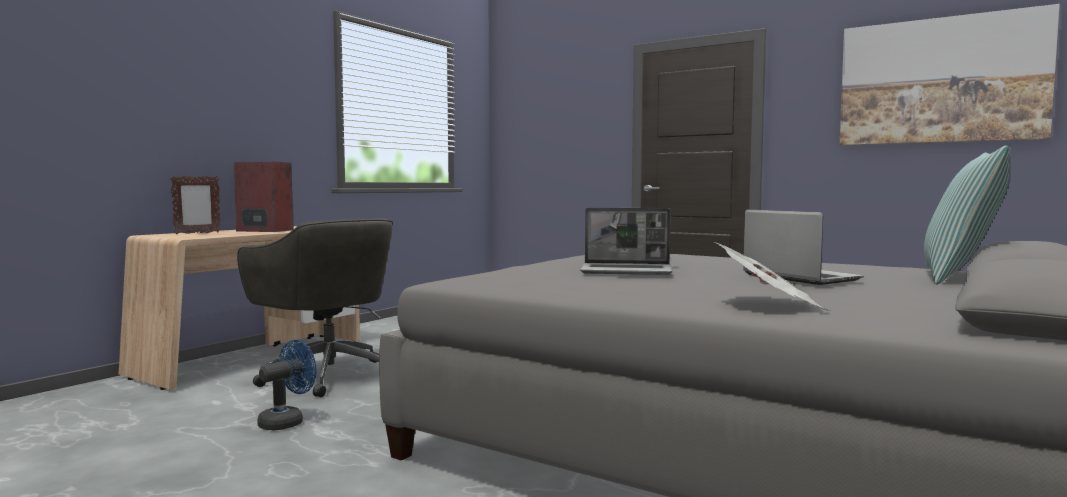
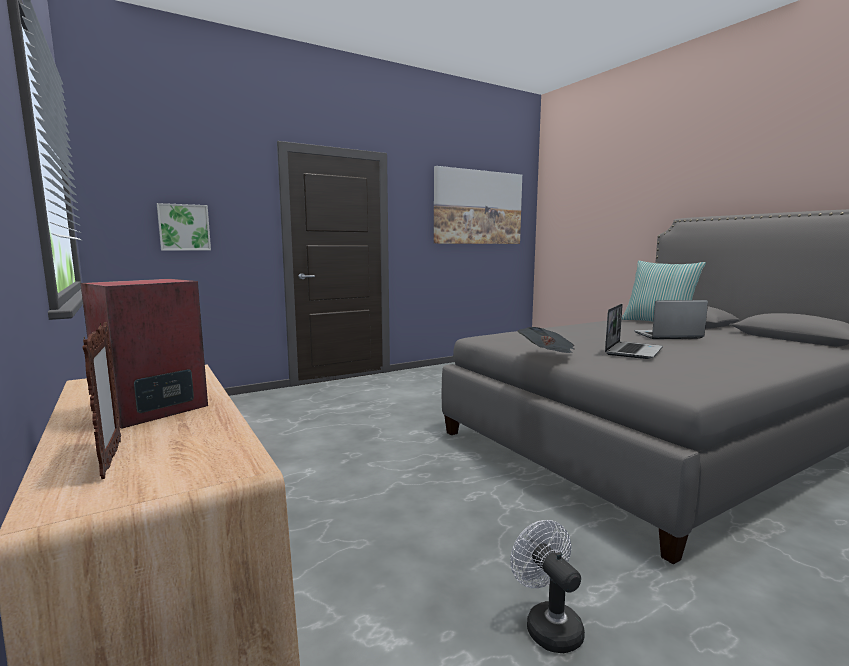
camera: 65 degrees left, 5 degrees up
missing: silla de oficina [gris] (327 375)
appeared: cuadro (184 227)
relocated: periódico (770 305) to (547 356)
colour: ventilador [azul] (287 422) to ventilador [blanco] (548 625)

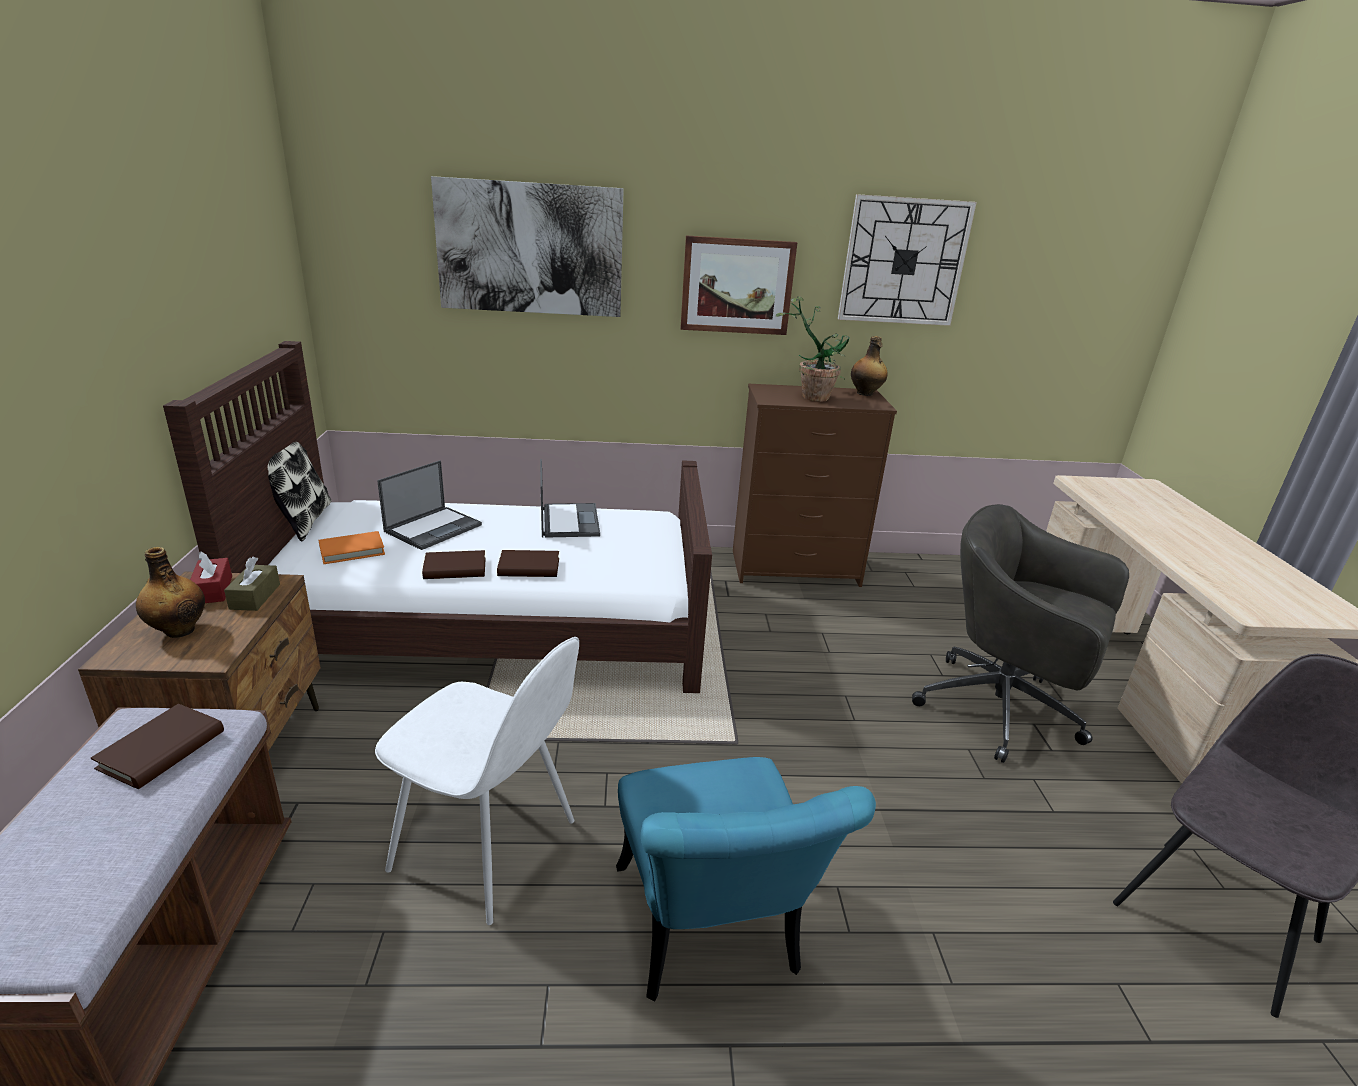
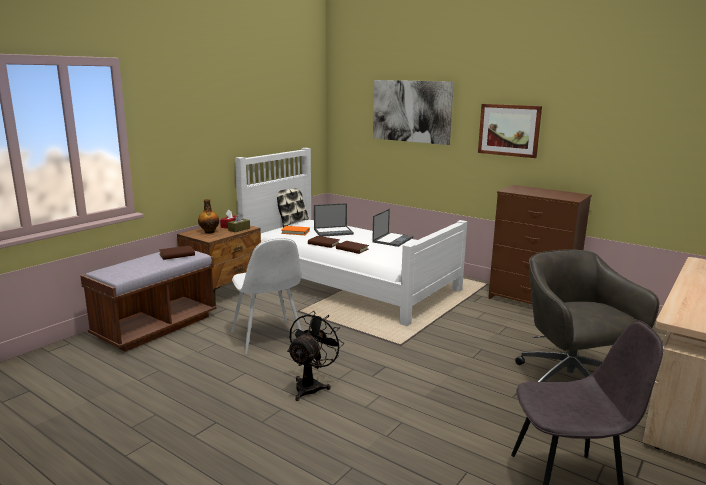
camera: 40 degrees right, 10 degrees down
missing: planta en maceta (811 395); reloj de pared (904 262); botella (865 393)
exchanged: silla [turquesa] (711 936) to ventilador [negro] (311 386)
colour: cama [marrón] (489 623) to cama [blanco] (347 282)

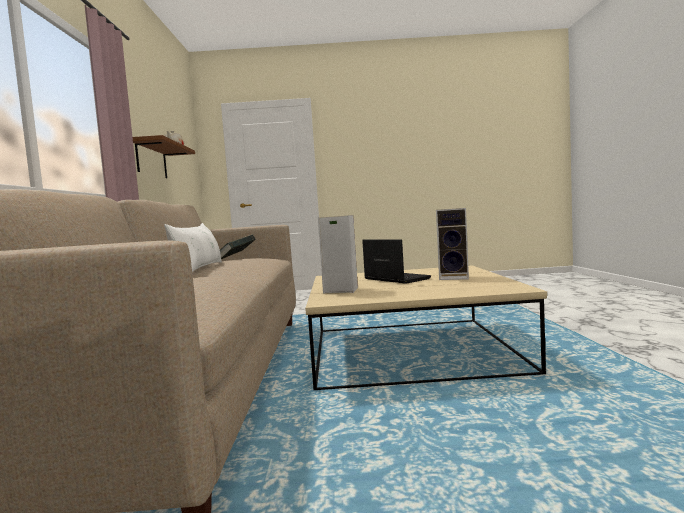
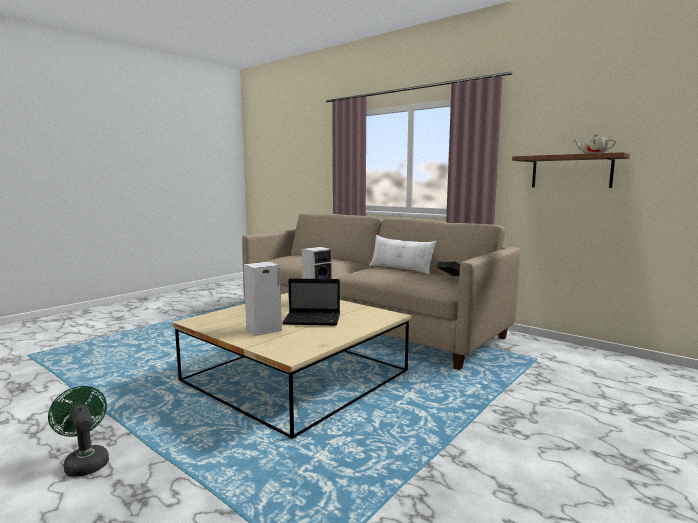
camera: 130 degrees right, 5 degrees up
appeared: ventilador [verde] (85 461)

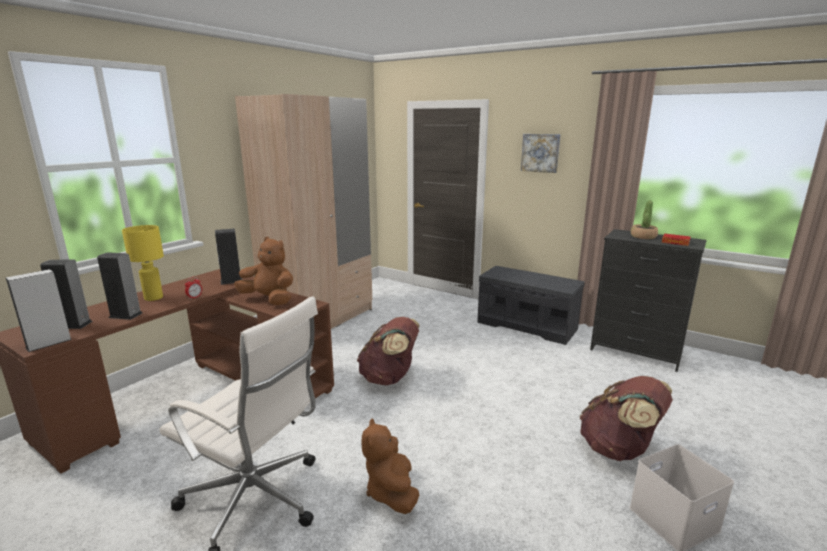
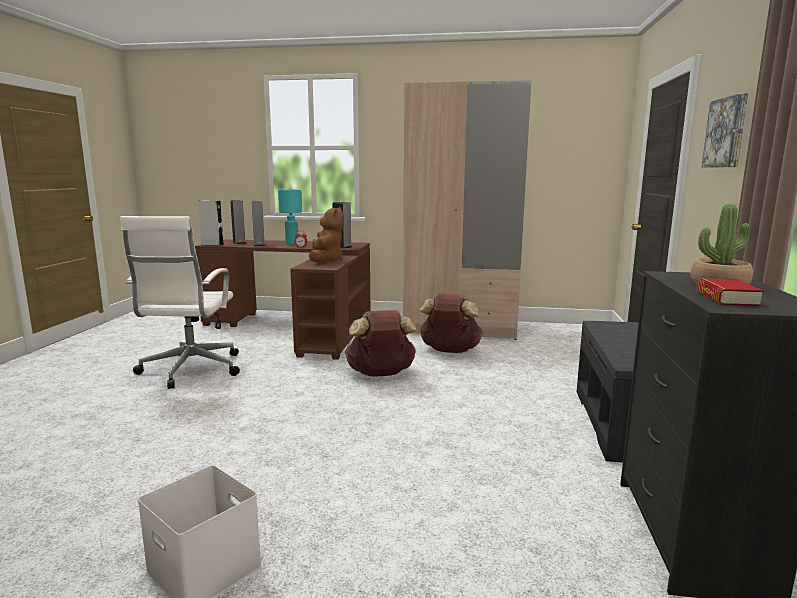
camera: 65 degrees right, 5 degrees down
missing: peluche [marrón] (391 492)
relocated: mochila [marrón] (619 449) to (449 351)
colour: lámpara de mesa [amarillo] (153 298) to lámpara de mesa [turquesa] (291 243)

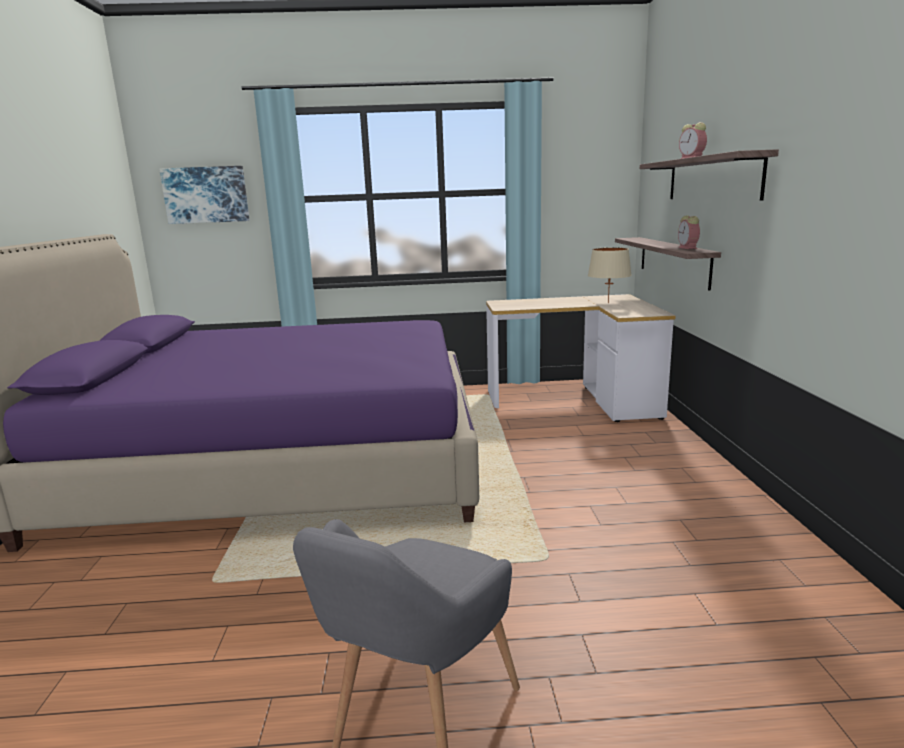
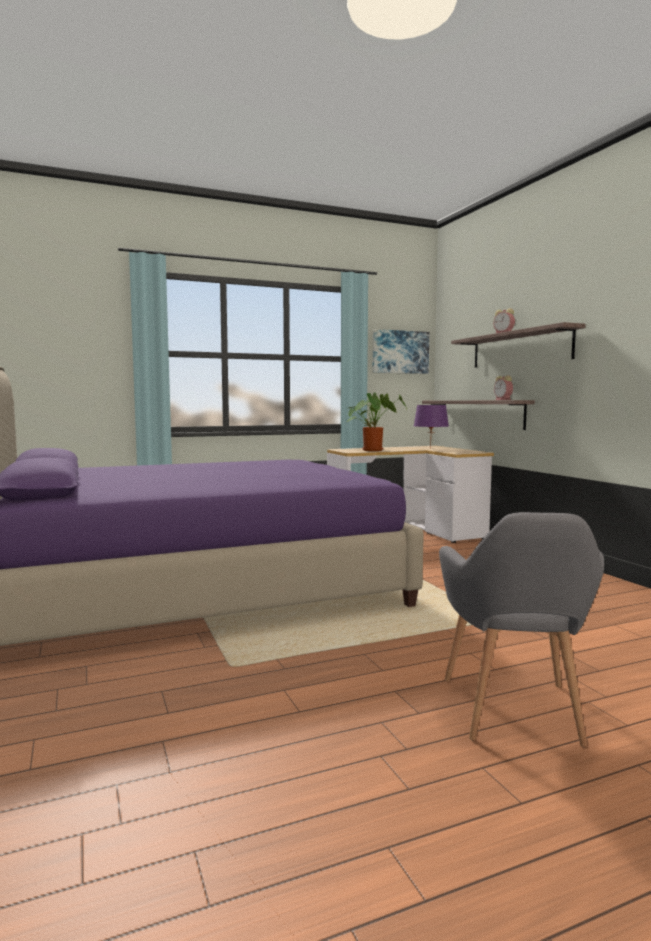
camera: 20 degrees left, 10 degrees down
appeared: planta en maceta (374 450)
relocated: cuadro (206 195) to (400 352)
colour: lámpara de mesa [beis] (608 303) to lámpara de mesa [morado] (430 449)

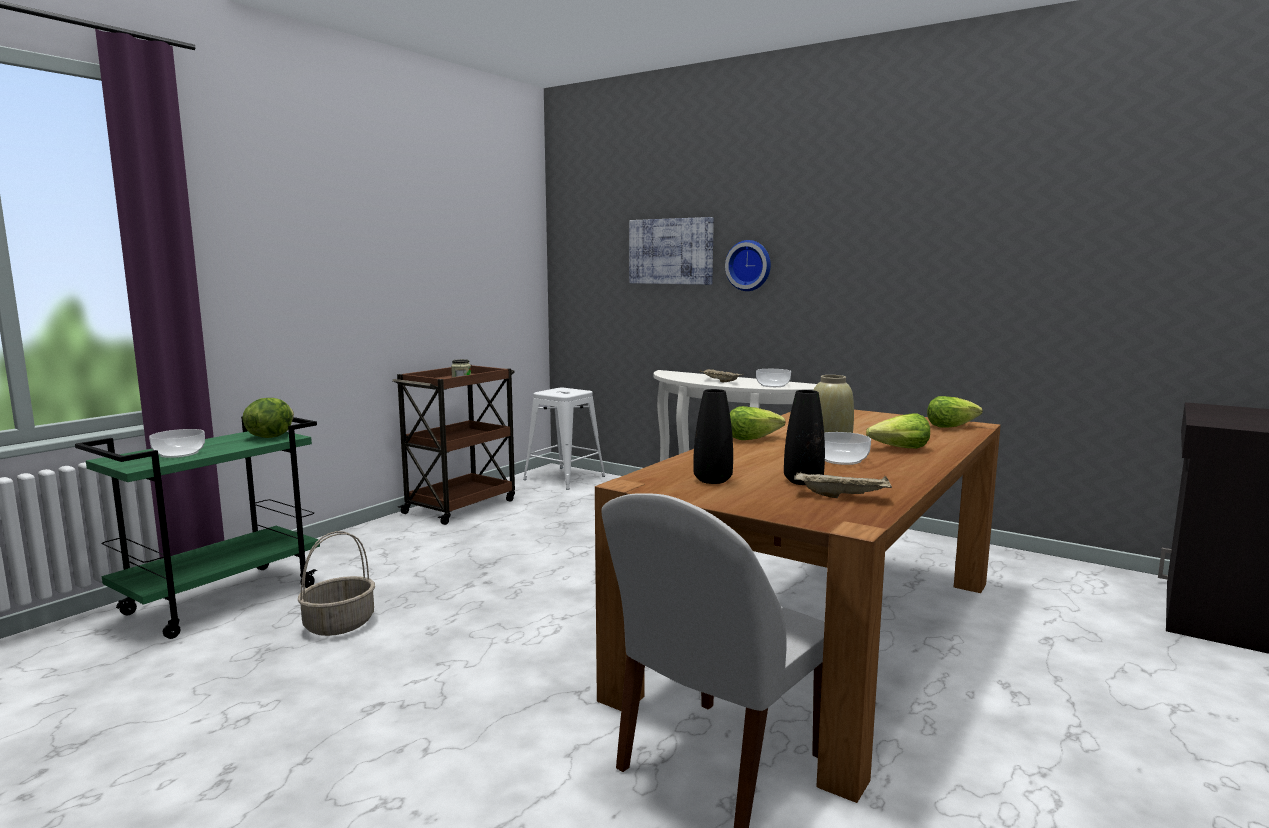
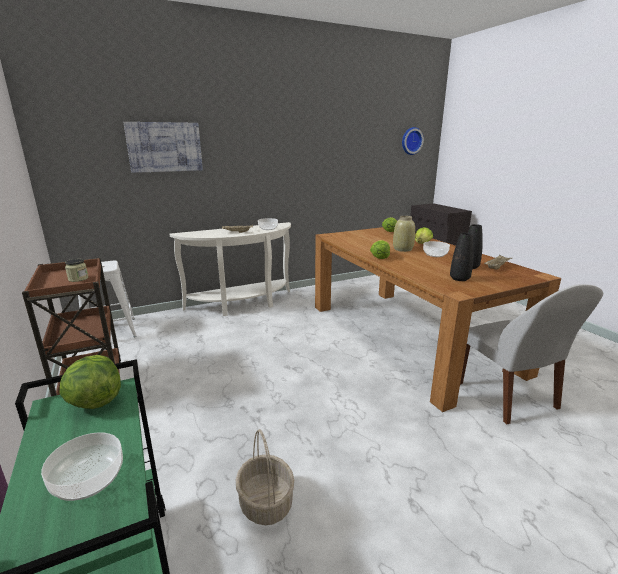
camera: 60 degrees left, 10 degrees up
relocated: reloj de pared (749 265) to (411 141)

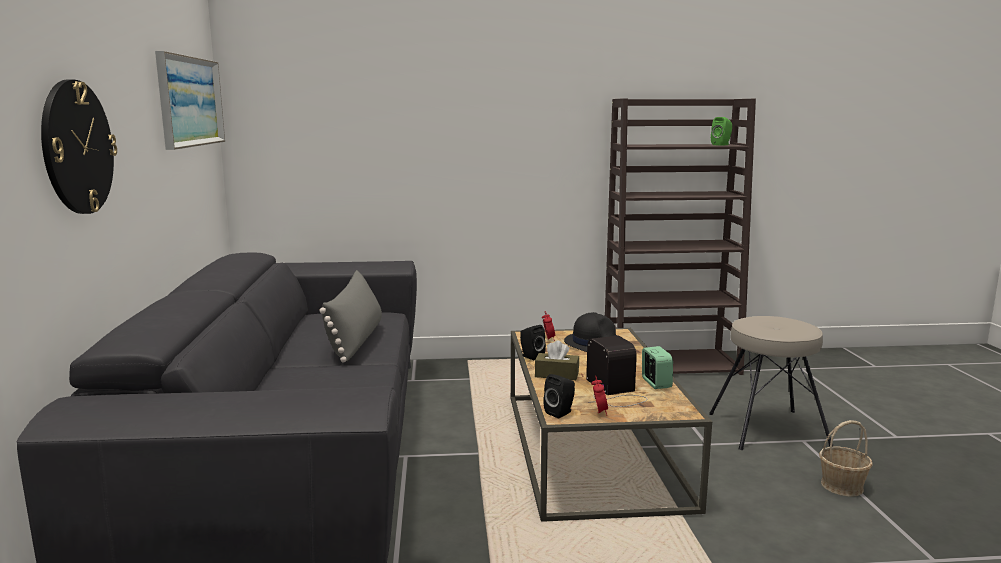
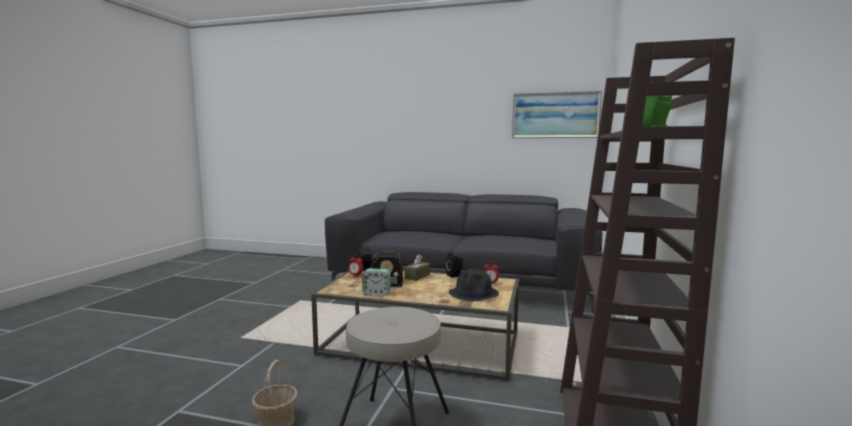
camera: 110 degrees right, 5 degrees down
missing: reloj de pared (77 147); cojín [gris] (356 340)

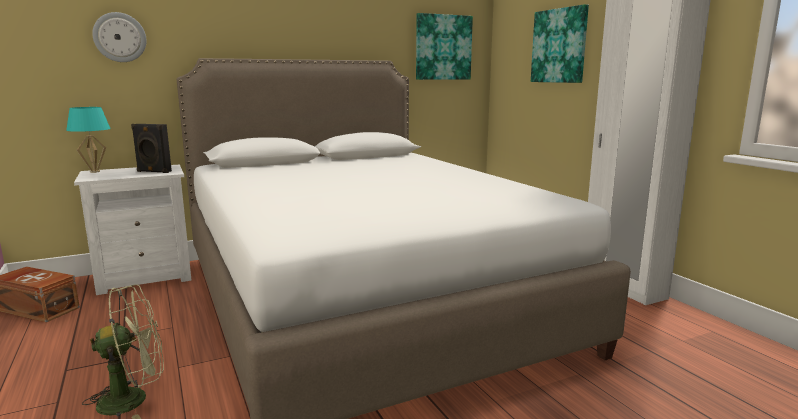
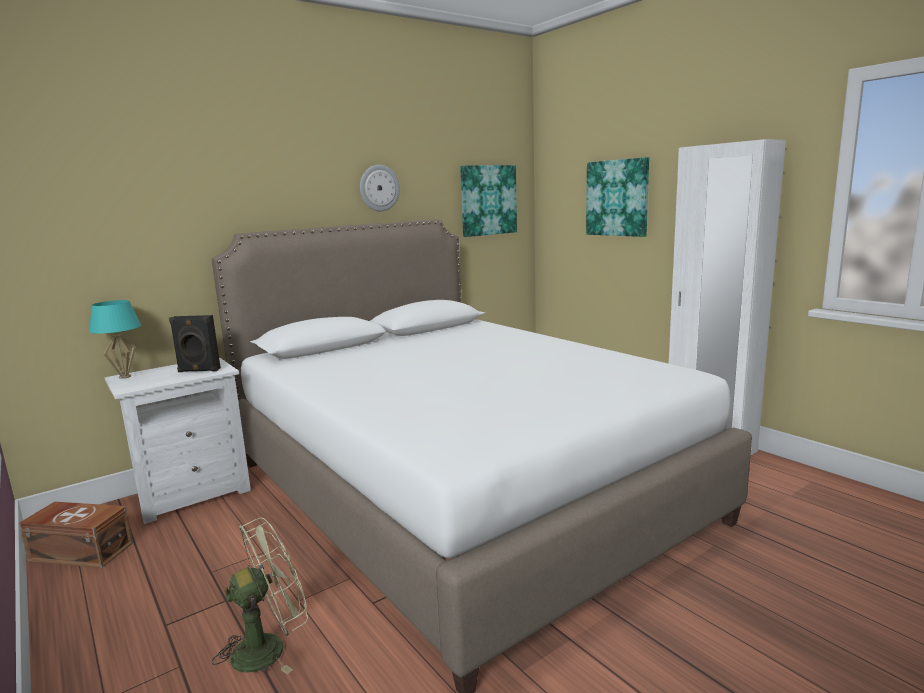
camera: 10 degrees left, 0 degrees up
relocated: reloj de pared (120 37) to (379 188)

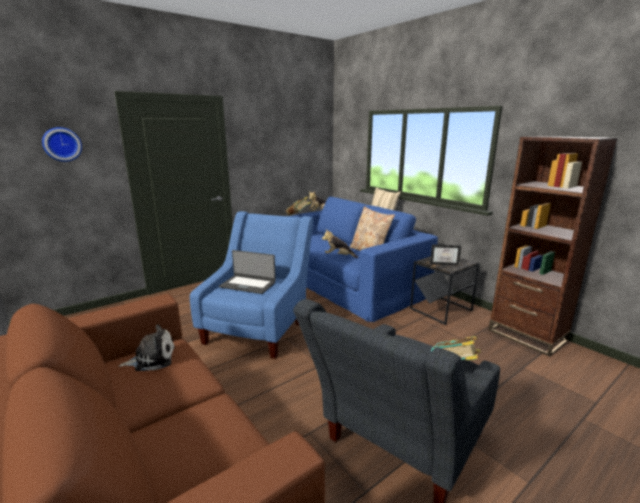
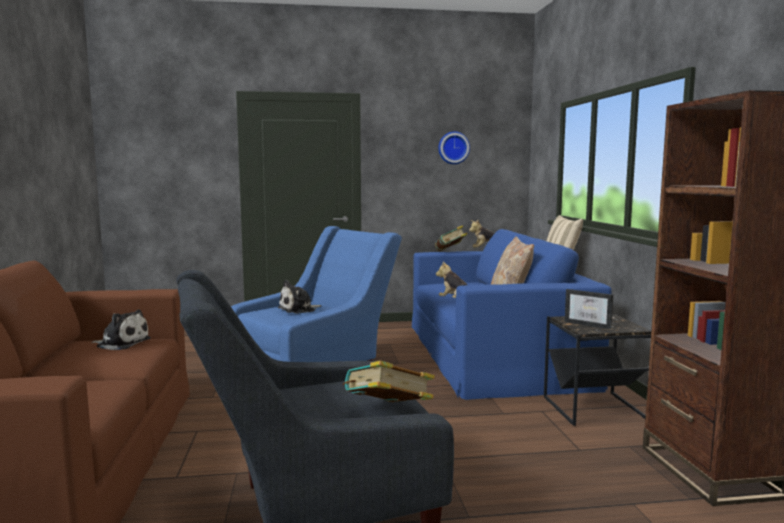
camera: 30 degrees right, 10 degrees down
relocated: reloj de pared (62 144) to (453 148)
exchanged: portátil (248 284) to peluche (299 309)

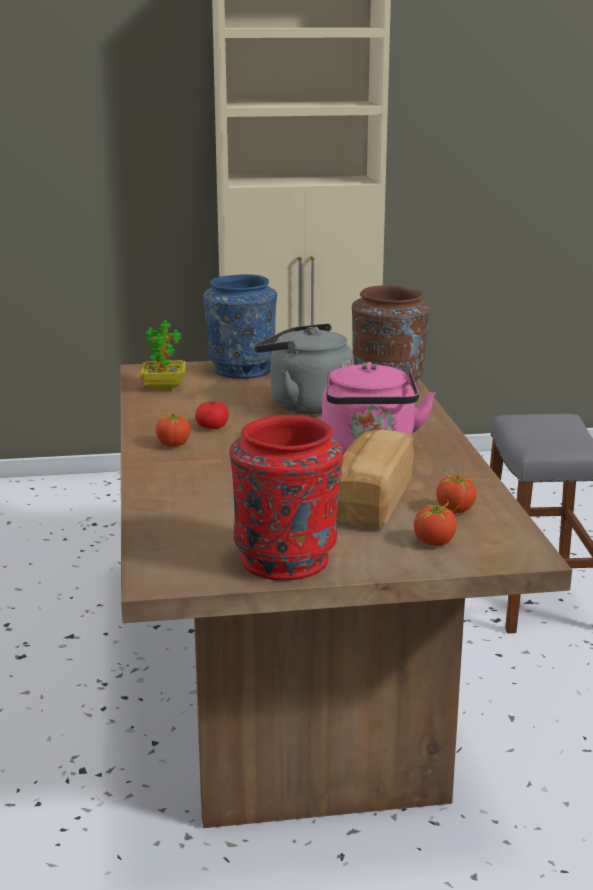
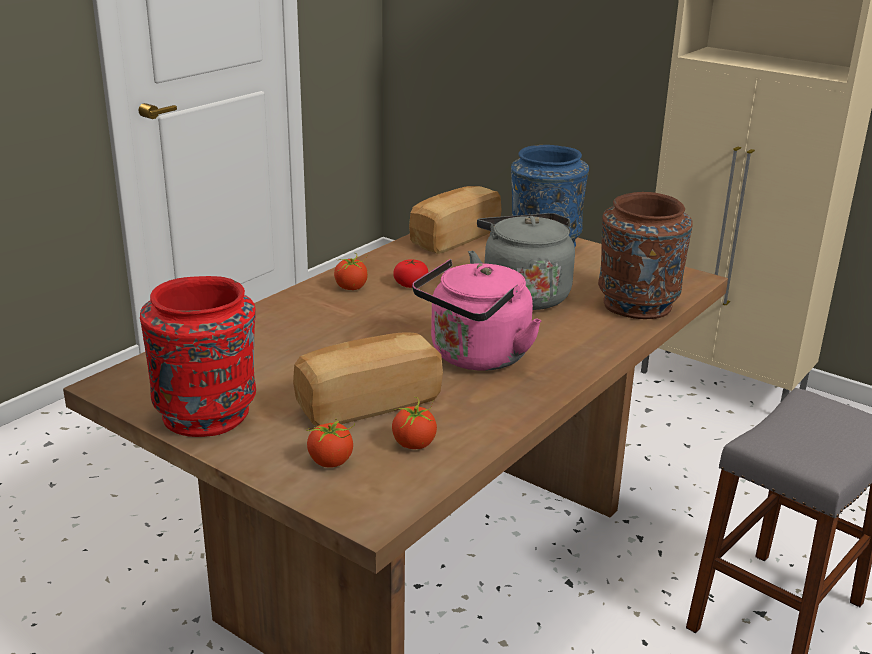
camera: 45 degrees right, 5 degrees up
exchanged: planta en maceta (164 387) to pan (453 238)

